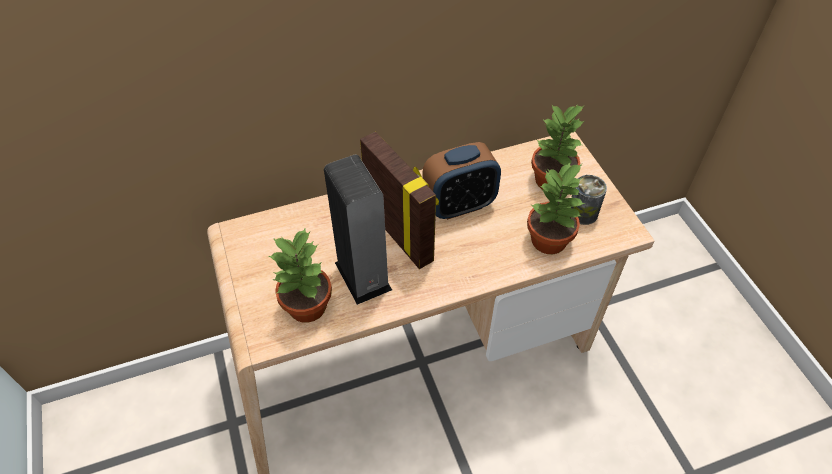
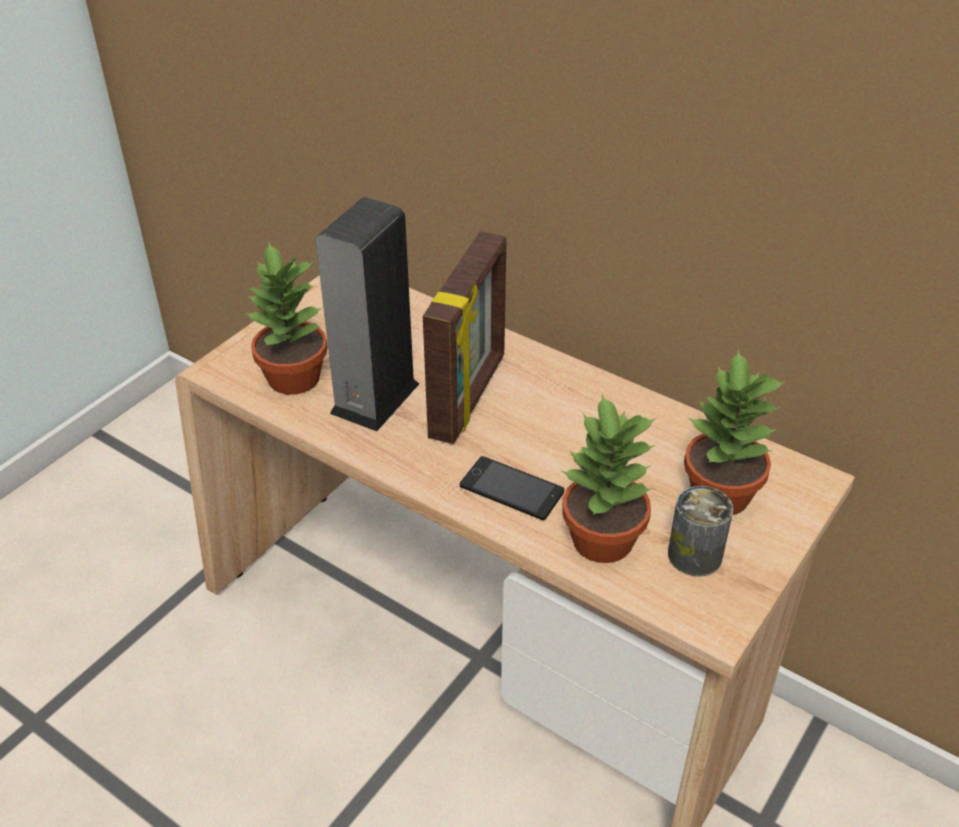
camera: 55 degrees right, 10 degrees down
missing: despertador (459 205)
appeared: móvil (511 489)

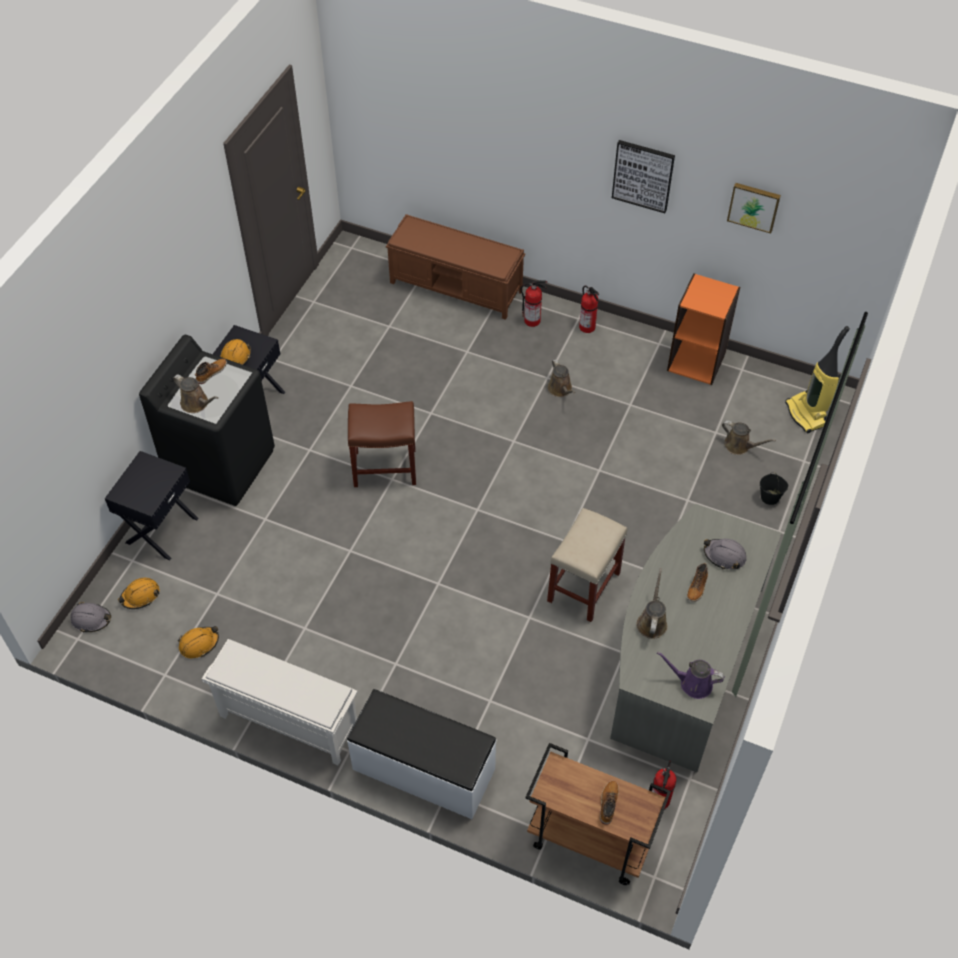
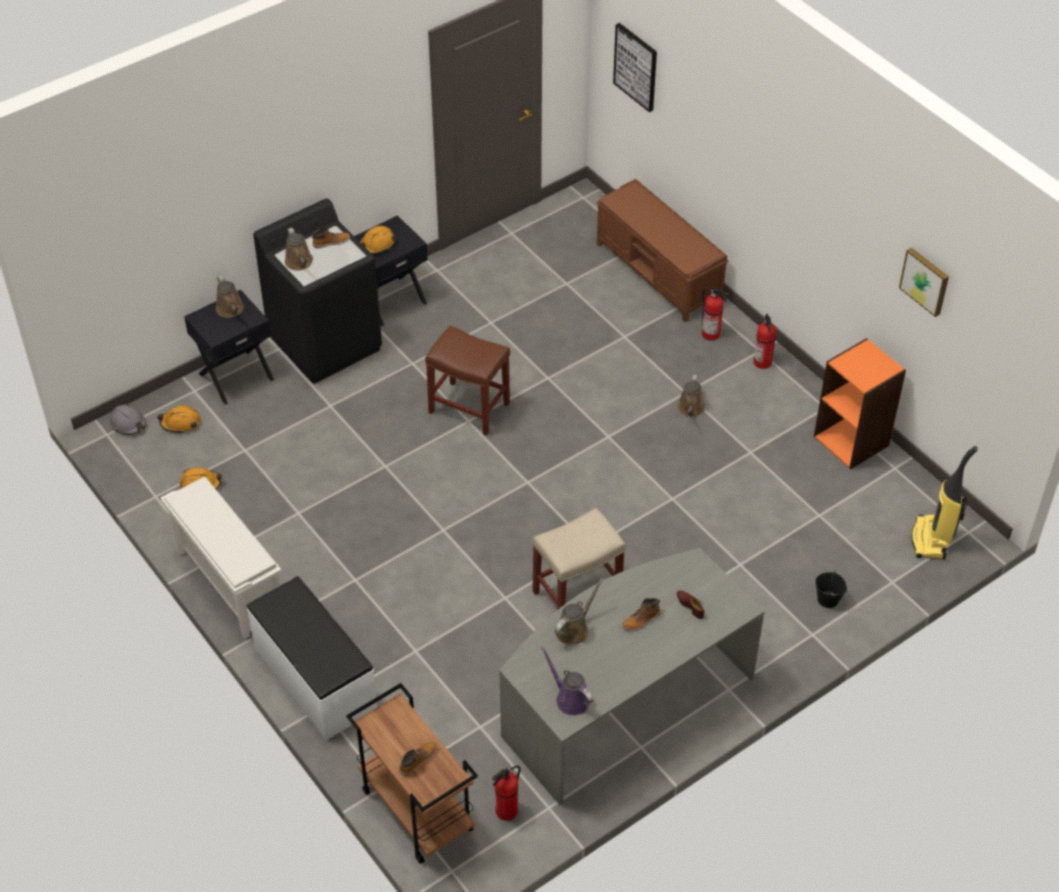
camera: 30 degrees right, 5 degrees down
relocated: cuadro (643 175) to (636 66); regadera [marrón] (739 446) to (231 310)
exchanged: casco [gris] (724 556) to zapato [marrón] (690 605)

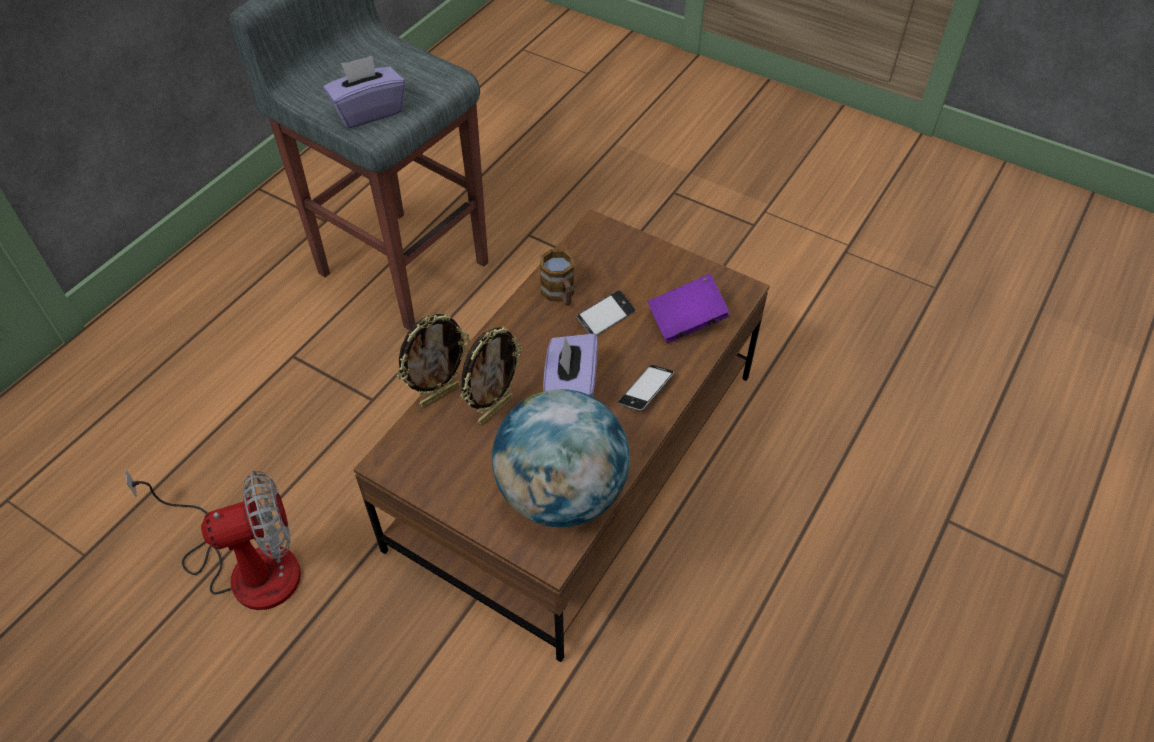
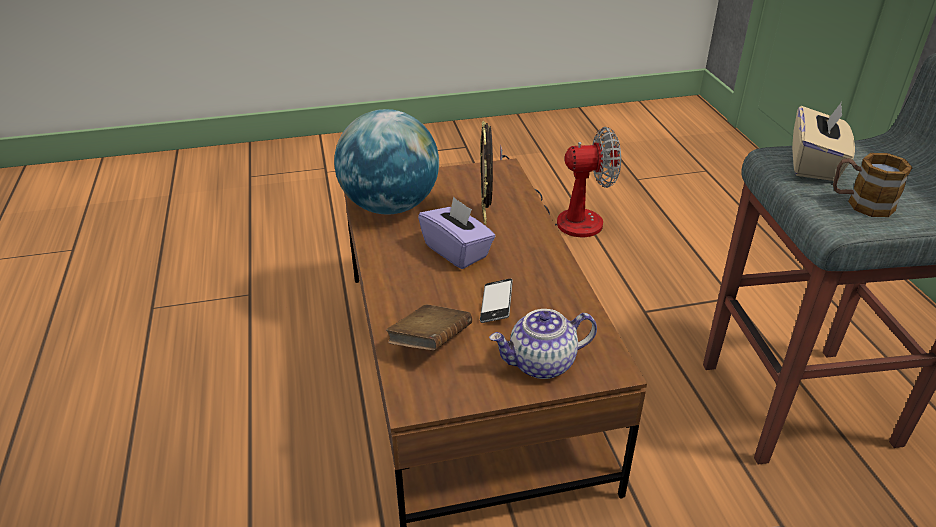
camera: 135 degrees right, 15 degrees down
missing: portarretratos (439 395); móvil (646 391)
appeared: tetera (541 364)
relocated: taza grande (560 294) to (860 203)
colour: caja de pañuelos [morado] (368 112) to caja de pañuelos [beis] (815 164); libro [morado] (686 321) to libro [marrón] (430 343)
spun: ventilador (246 565) = (565 217) 120 degrees counterclockwise

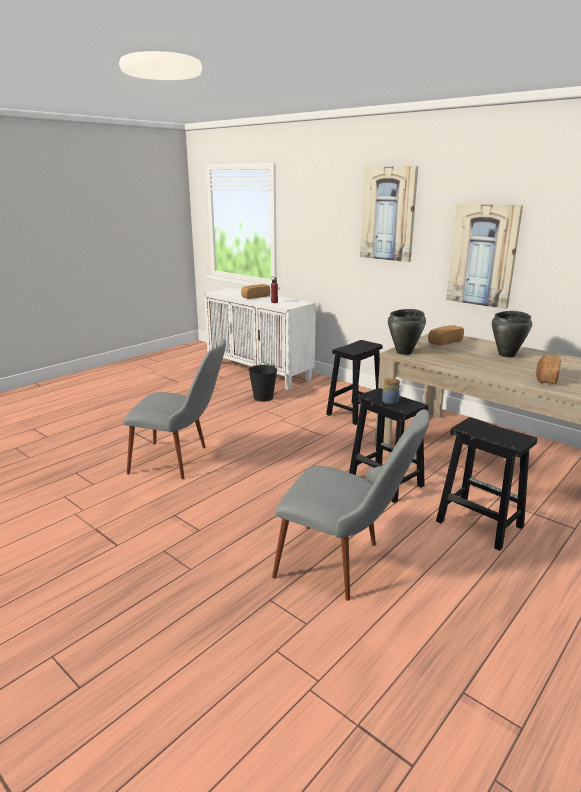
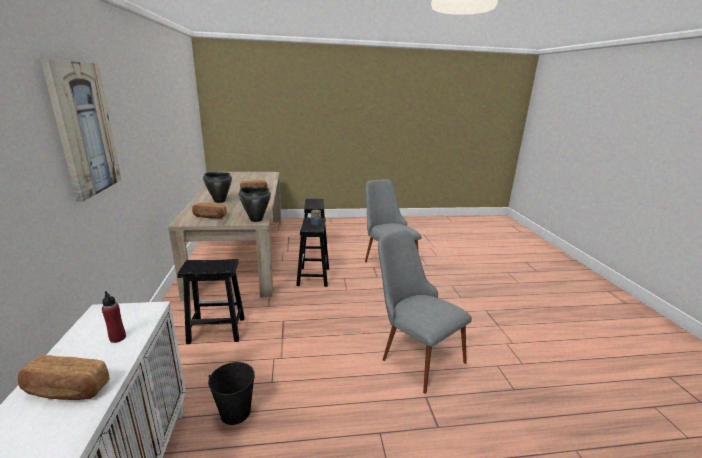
camera: 140 degrees left, 0 degrees up
missing: cuadro (483 255)

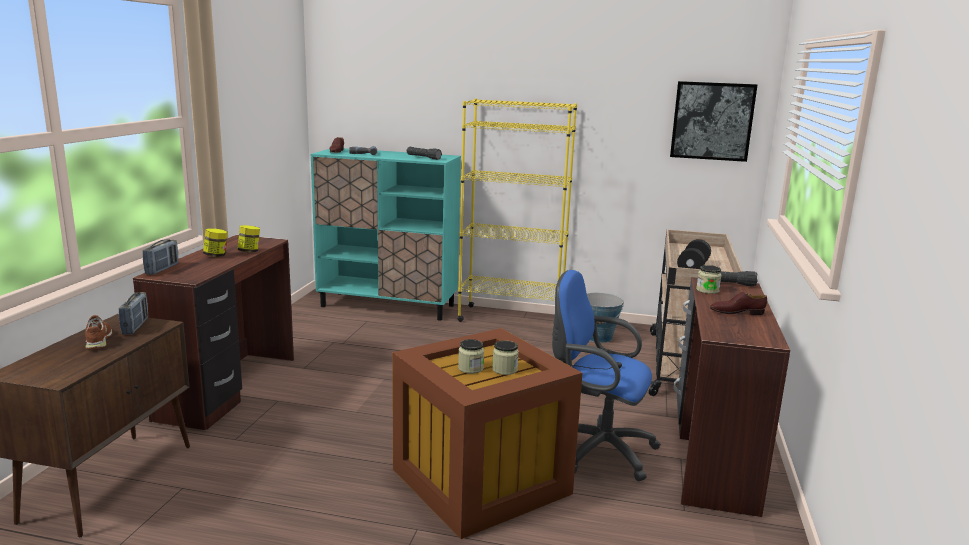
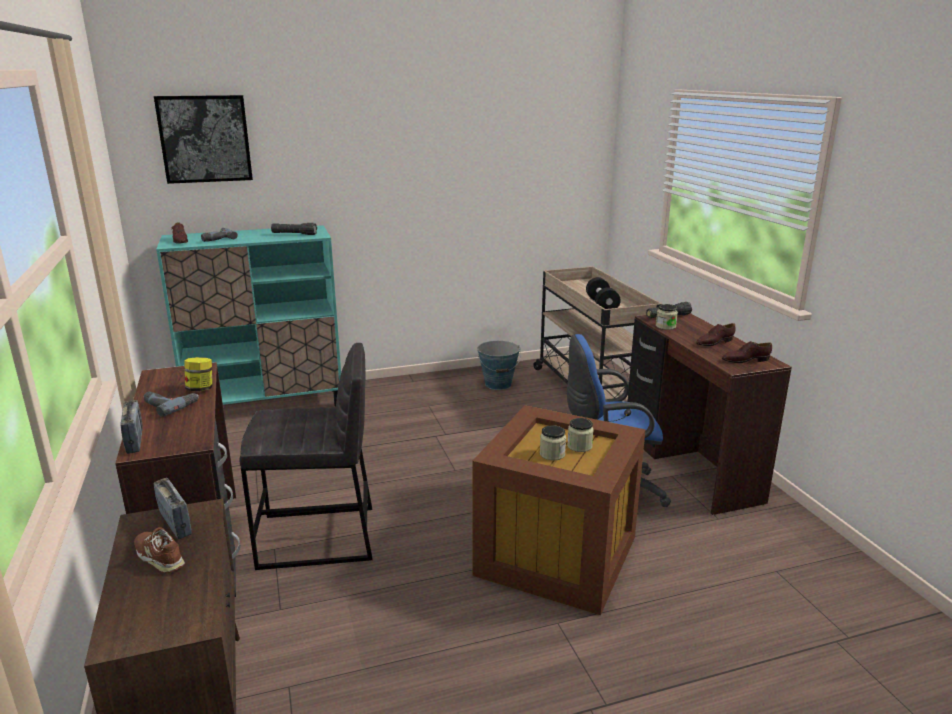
camera: 30 degrees left, 5 degrees up
missing: estantería [amarillo] (511 318)
appeared: taburete [gris] (318 538); zapato [marrón] (745 360)
relocated: cuadro (712 121) to (205 139)
exchanged: tarro (216 256) to taladro (170 405)

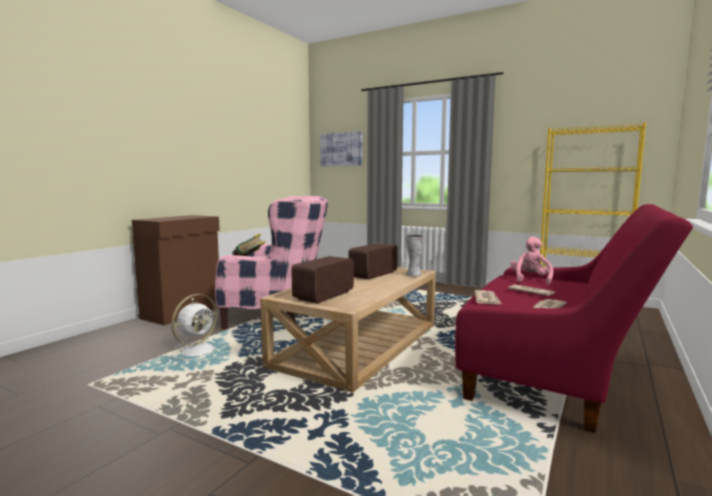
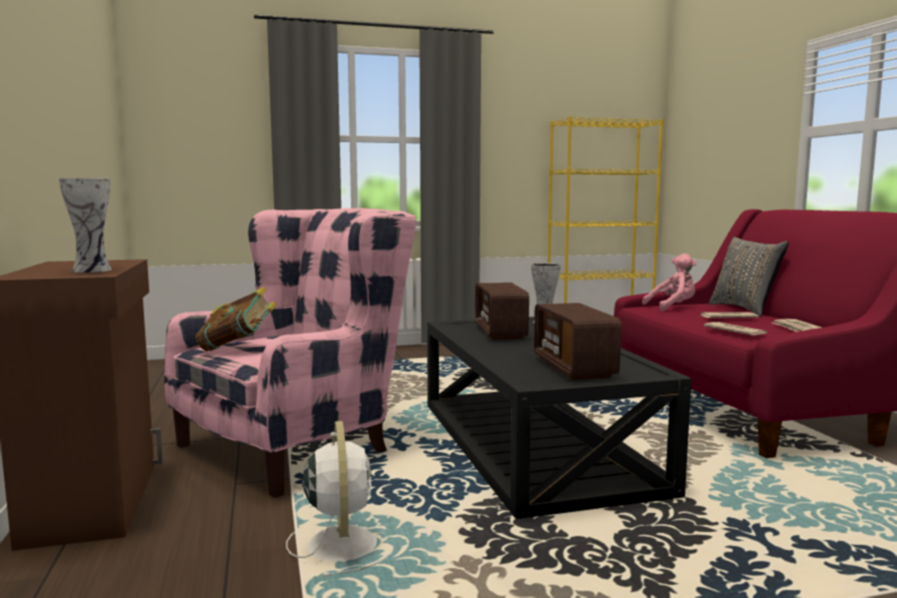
camera: 45 degrees left, 0 degrees up
missing: cuadro (341 149)
appeared: florero (93 270); cojín [gris] (745 309)
colour: mesa de centro [beis] (360 344) to mesa de centro [negro] (535 444)
spun: peluche [rosa] (530 280) = (673 307) 105 degrees clockwise

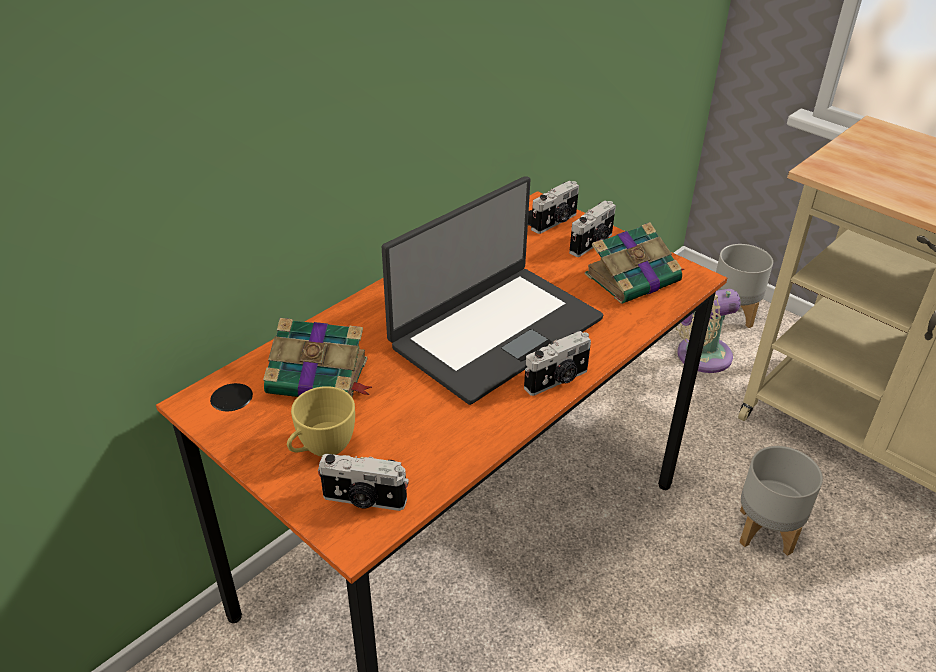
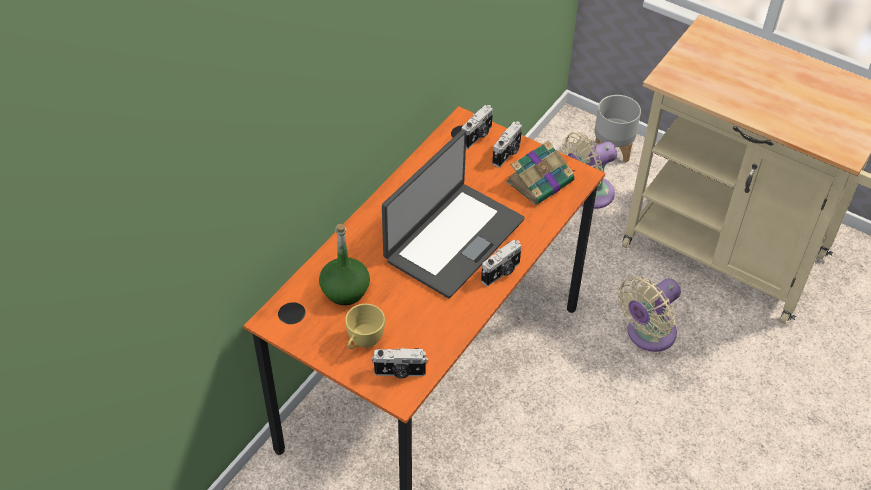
camera: 10 degrees left, 10 degrees up
exchanged: libro (320 377) to botella [verde] (345 290); maceta [gris] (767 531) to ventilador [beis] (647 335)

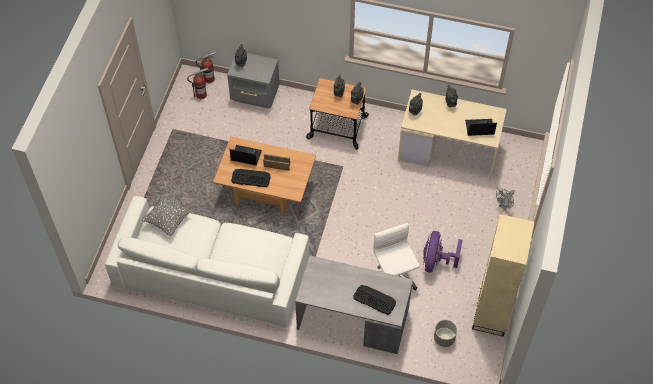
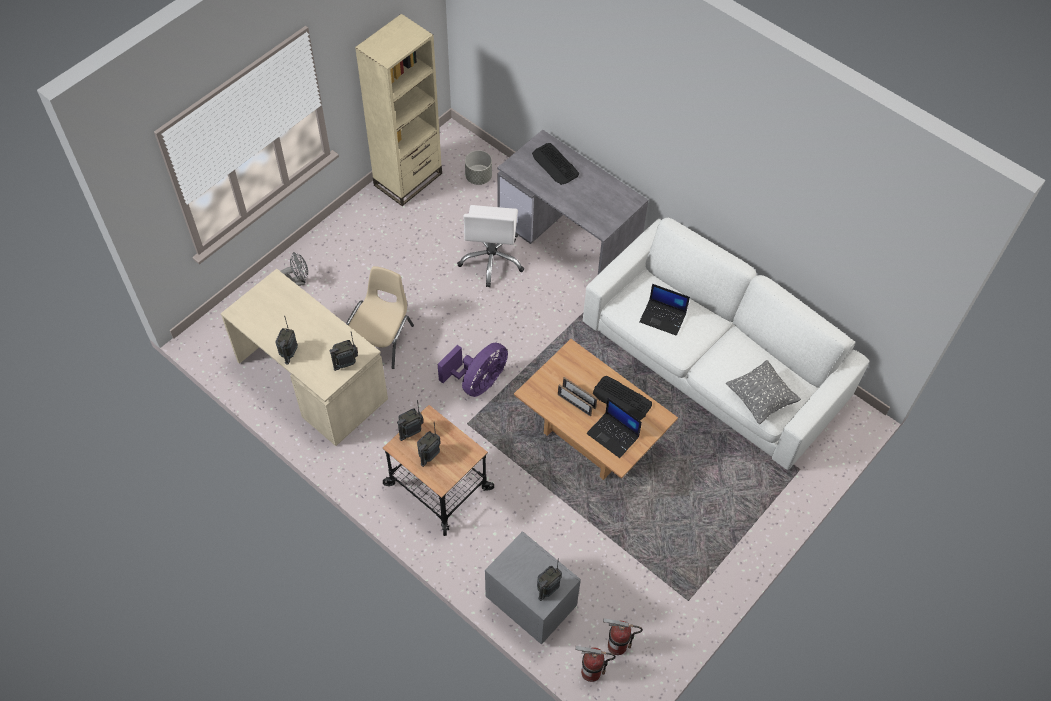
camera: 155 degrees left, 0 degrees up
appeared: silla [beis] (381 338)
relocated: ventilador [morado] (436 261) to (478 382); portátil (479 128) to (663 317)

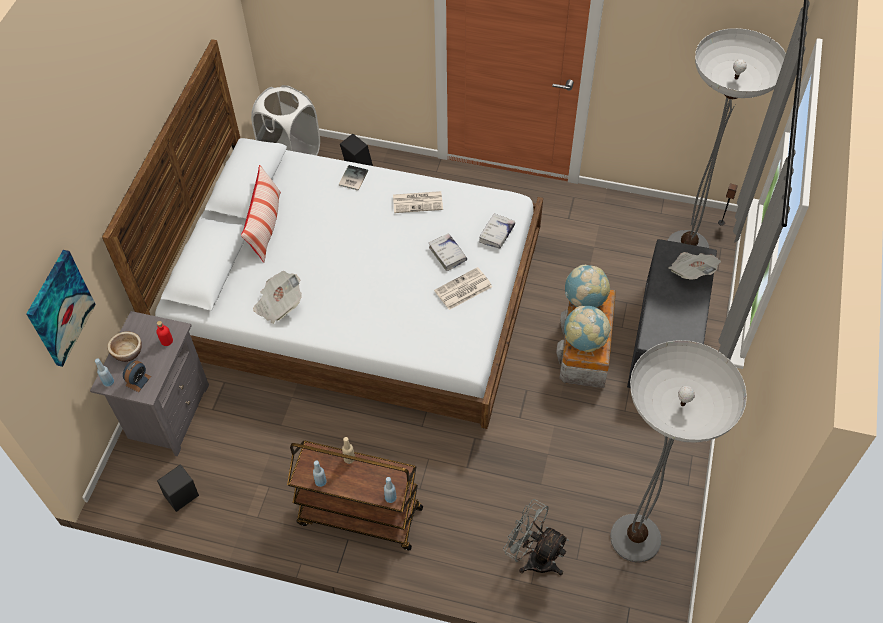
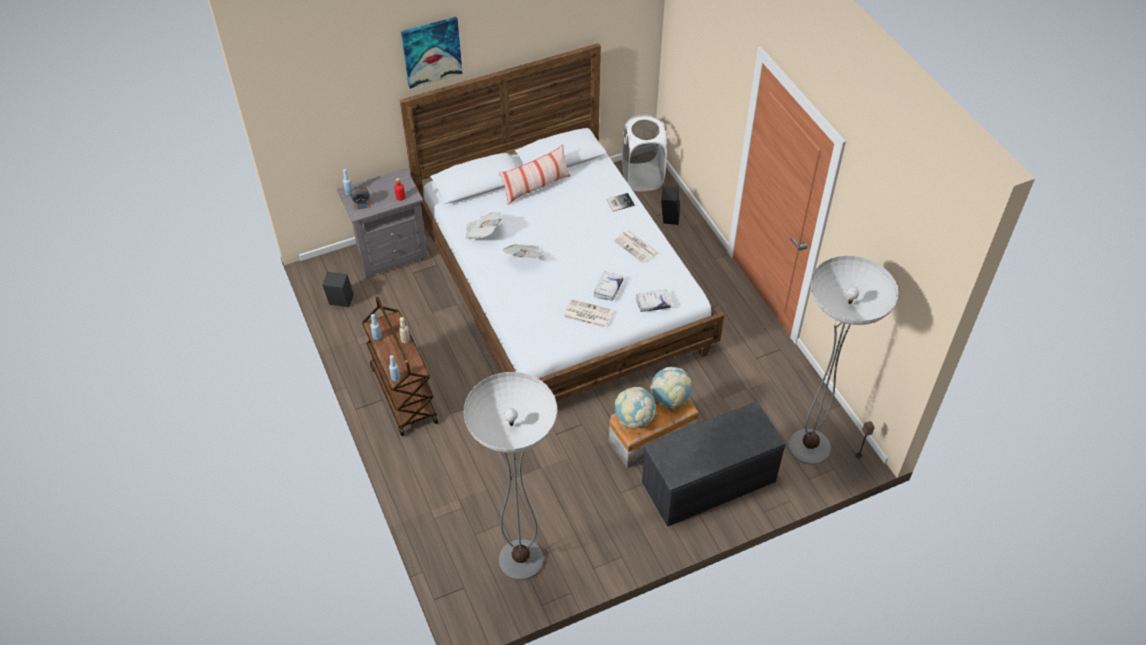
camera: 50 degrees right, 5 degrees down
missing: cuenco (128 352); ventilador [gris] (534 557)
relocated: cuadro (59 308) to (431 51); periódico (691 272) to (525 258)

